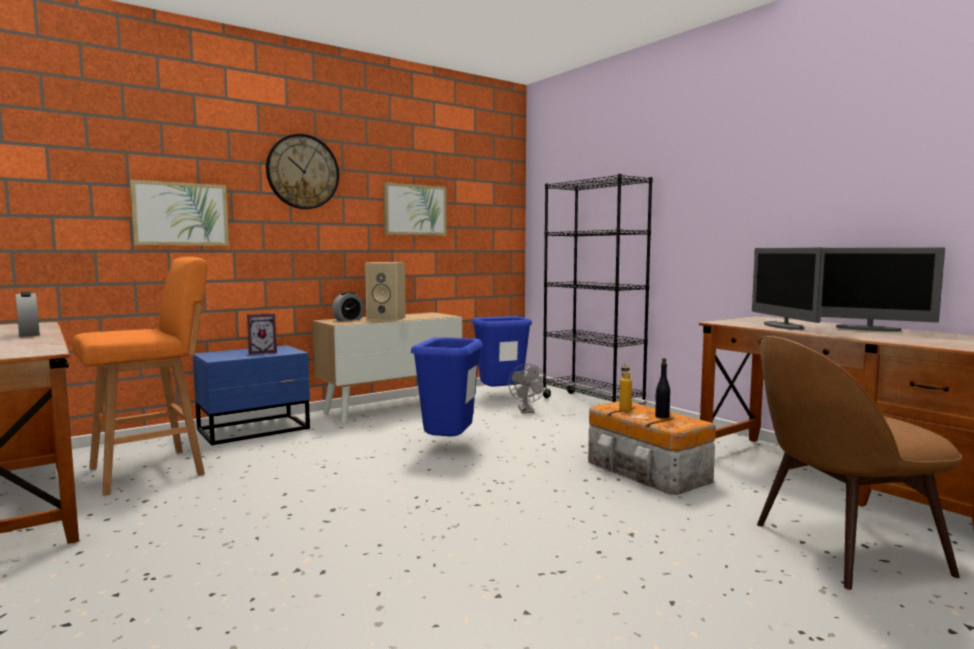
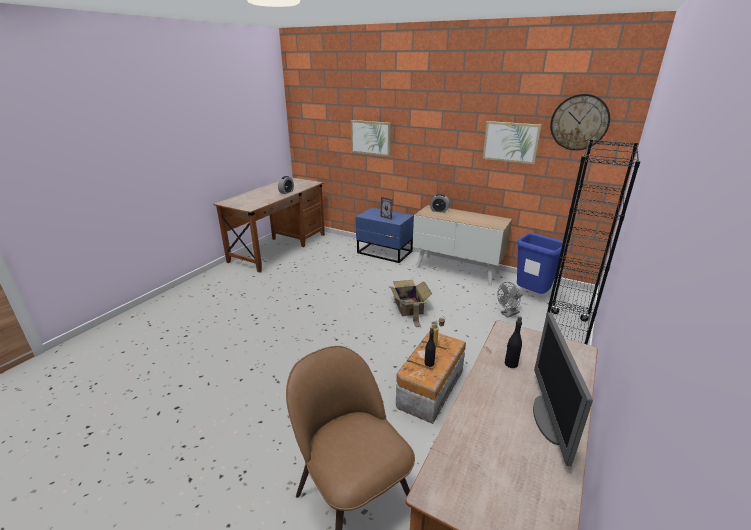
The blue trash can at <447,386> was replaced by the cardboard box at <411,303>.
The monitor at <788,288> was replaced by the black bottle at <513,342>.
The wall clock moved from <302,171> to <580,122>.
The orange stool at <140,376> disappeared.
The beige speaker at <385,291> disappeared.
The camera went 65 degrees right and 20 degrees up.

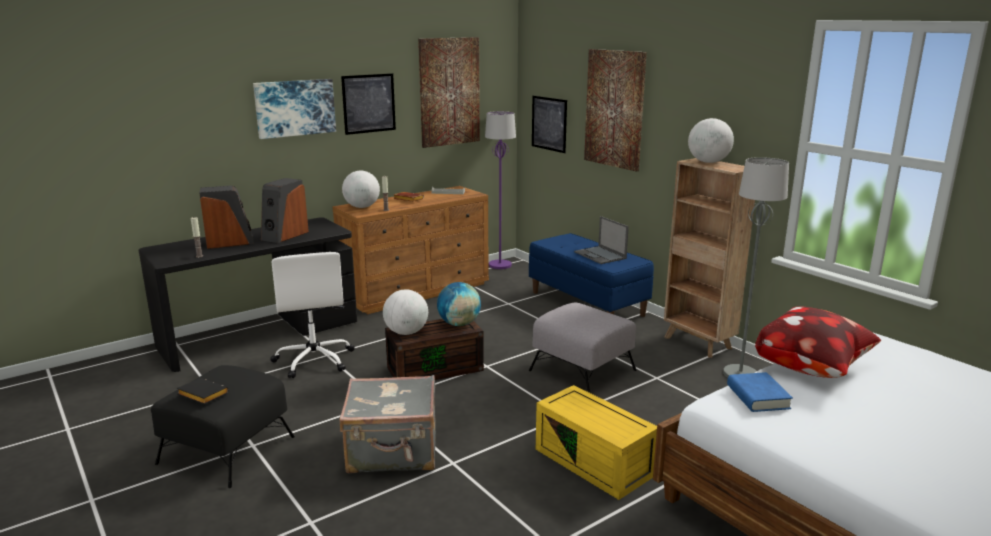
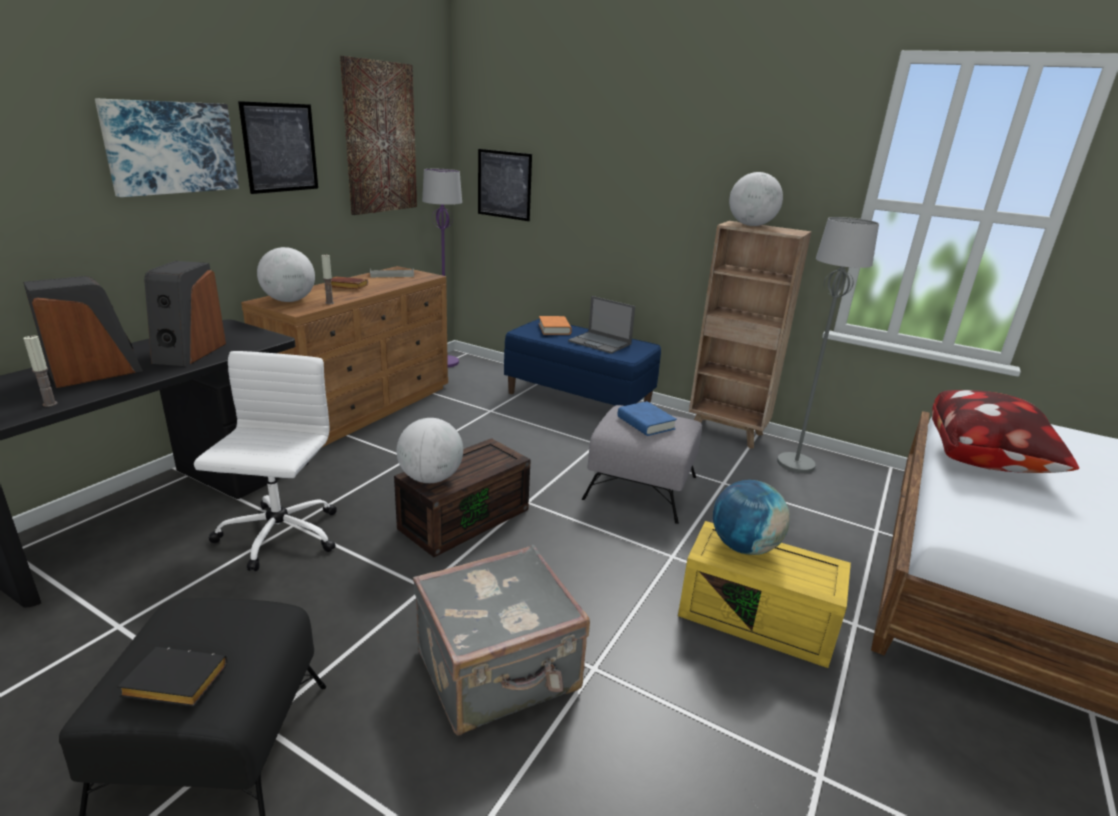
The white office chair at <312,315> turned 135 degrees counterclockwise.
The orange book at <555,325> appeared.
The blue book moved from <760,392> to <647,418>.
The globe moved from <459,304> to <751,517>.
The picture at <615,110> disappeared.
The camera went 25 degrees left and 5 degrees up.

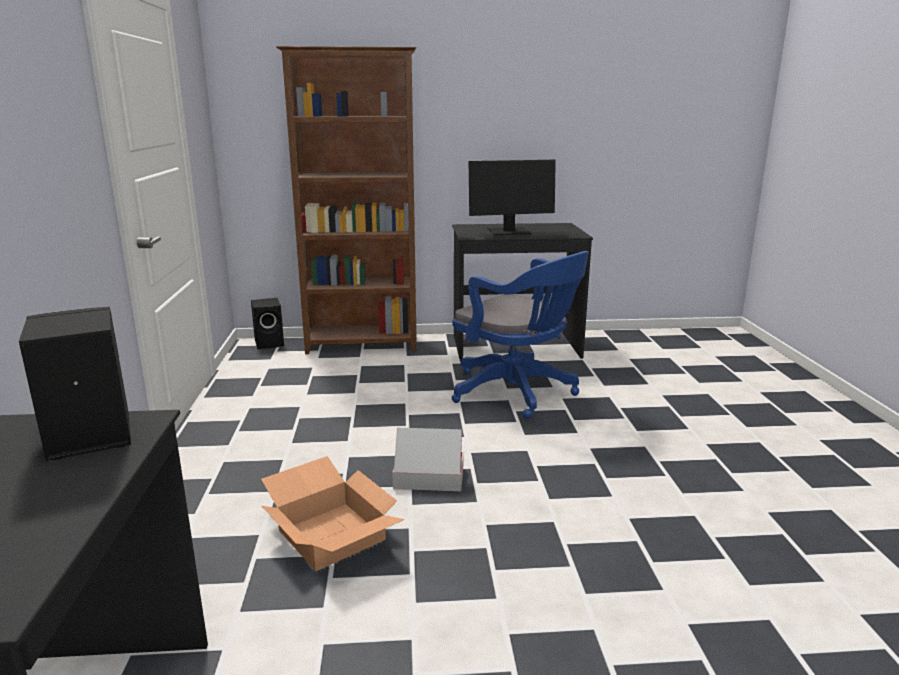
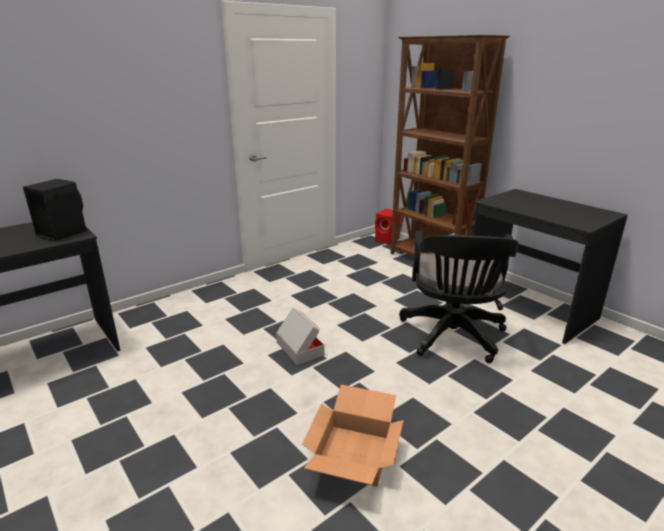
The cardboard box moved from <333,513> to <353,436>.
The black speaker at <267,323> became the red speaker at <388,226>.
The blue office chair at <520,335> became the black office chair at <459,297>.
The monitor at <512,197> disappeared.
The camera went 55 degrees right and 5 degrees up.

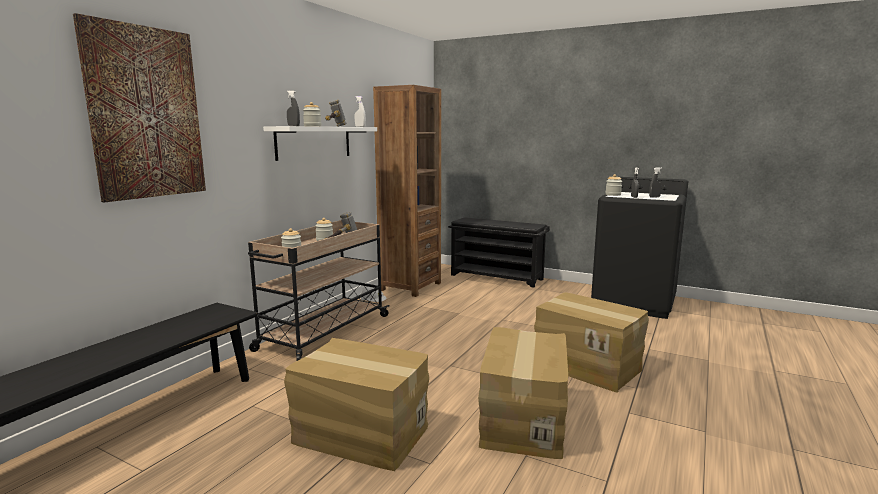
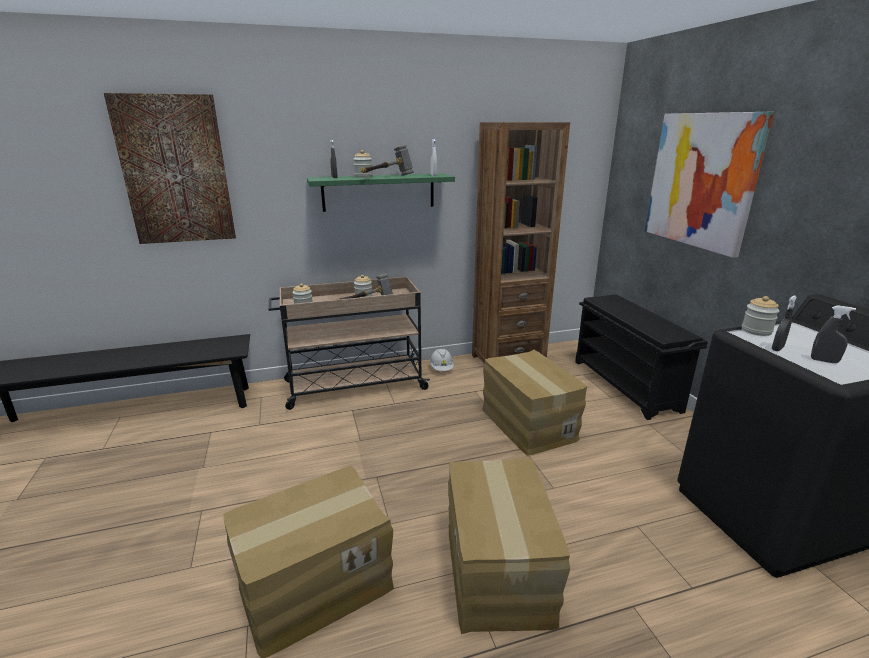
The white shelf at <320,143> became the green shelf at <381,192>.
The cardboard box moved from <356,404> to <534,403>.
The picture at <709,185> appeared.
The camera went 45 degrees right and 10 degrees up.

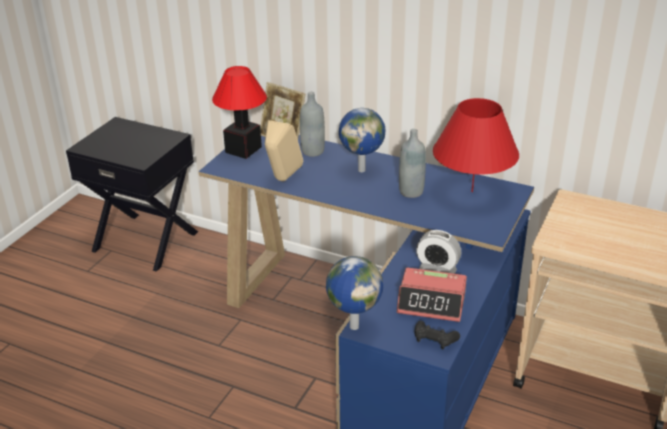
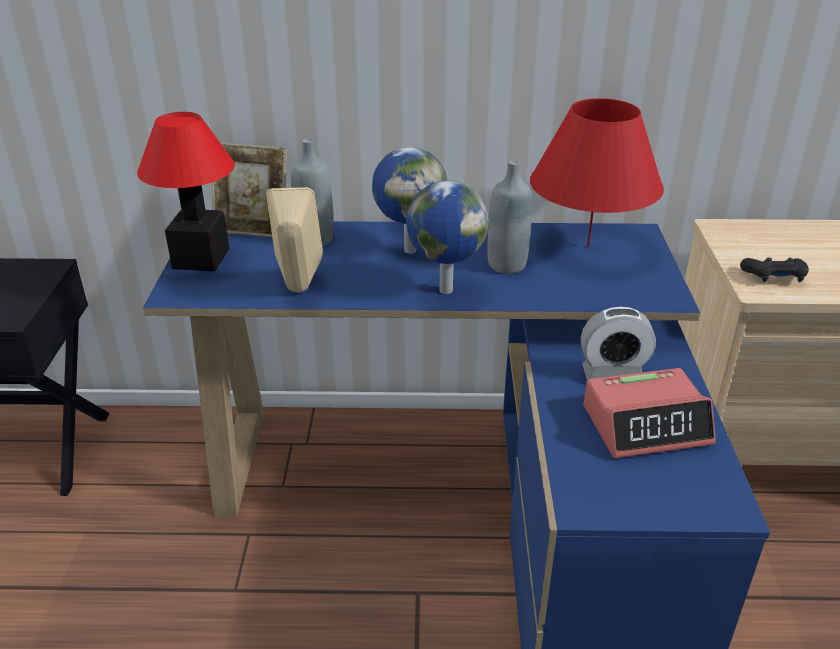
The globe moved from <354,293> to <447,237>.
The black game controller moved from <437,335> to <774,270>.
The camera went 25 degrees left and 0 degrees up.

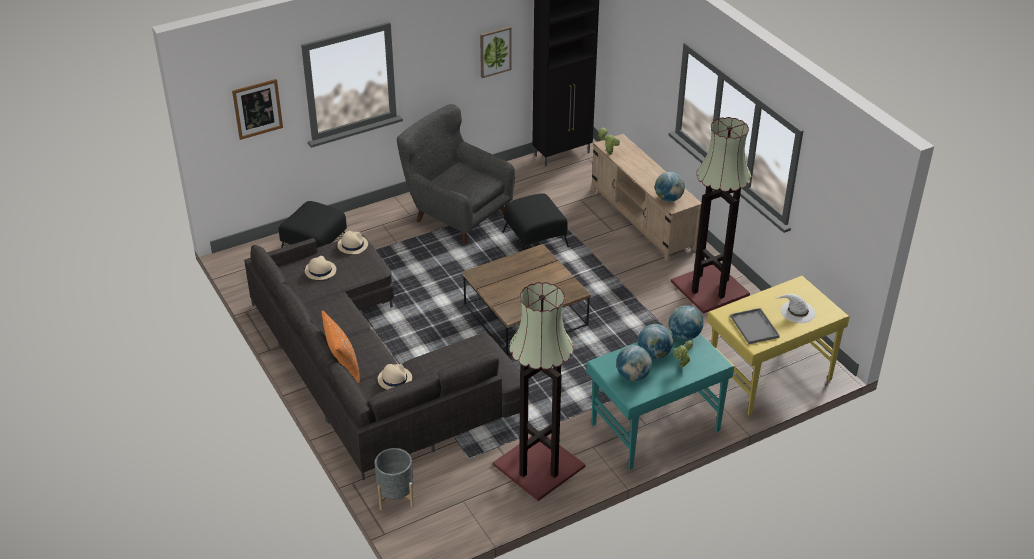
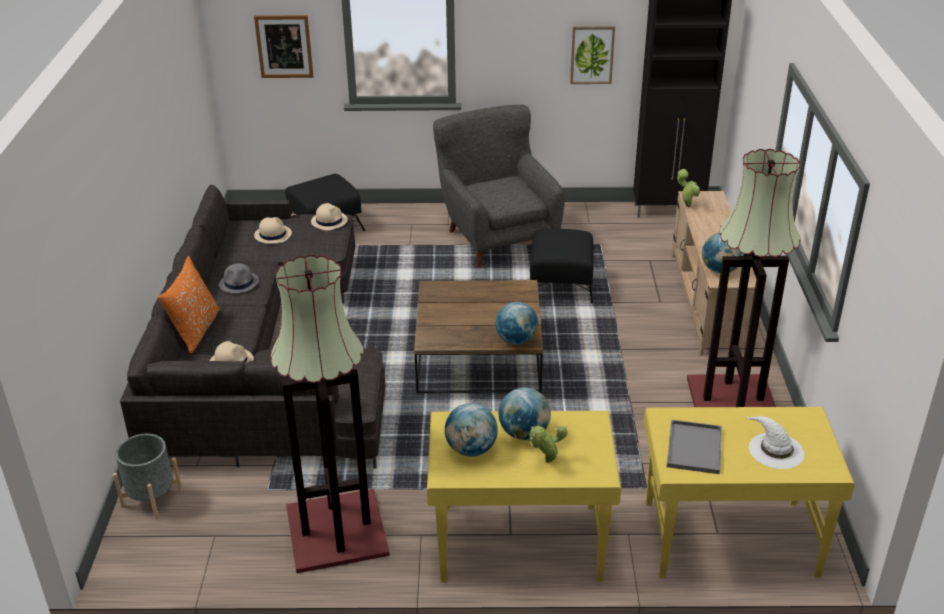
The grey hat at <239,278> appeared.
The turquoise desk at <660,399> became the yellow desk at <524,497>.
The globe moved from <686,322> to <516,323>.
The camera went 30 degrees right and 5 degrees down.

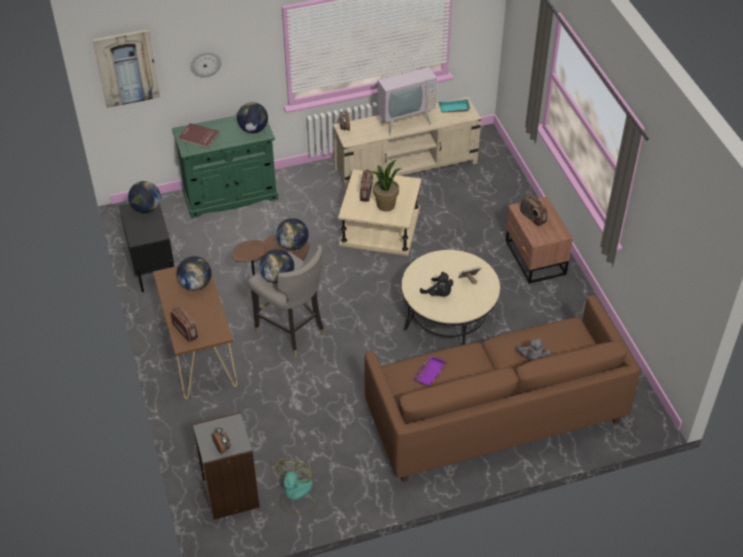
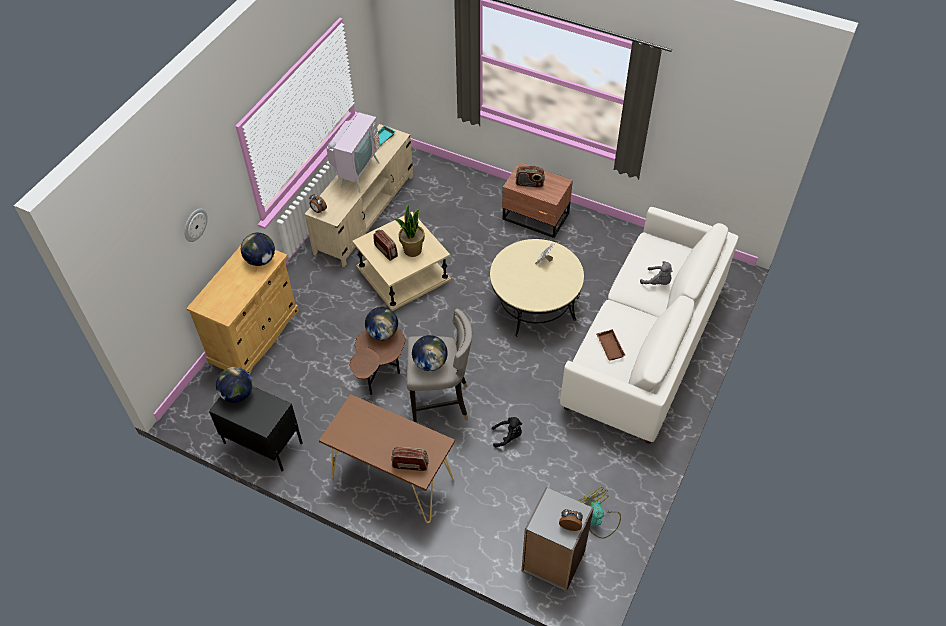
The green cabinet at <225,166> became the beige cabinet at <242,310>.
The black plush toy moved from <436,284> to <507,432>.
The brown sofa at <502,388> became the white sofa at <649,325>.
The purple tray at <430,371> became the brown tray at <610,345>.
The picture at <126,68> disappeared.
The globe at <194,273> disappeared.
The red book at <198,136> disappeared.
The camera went 45 degrees left and 5 degrees up.

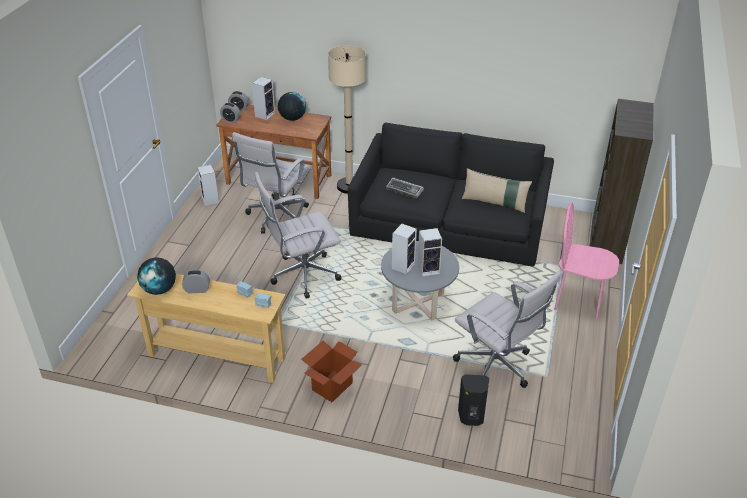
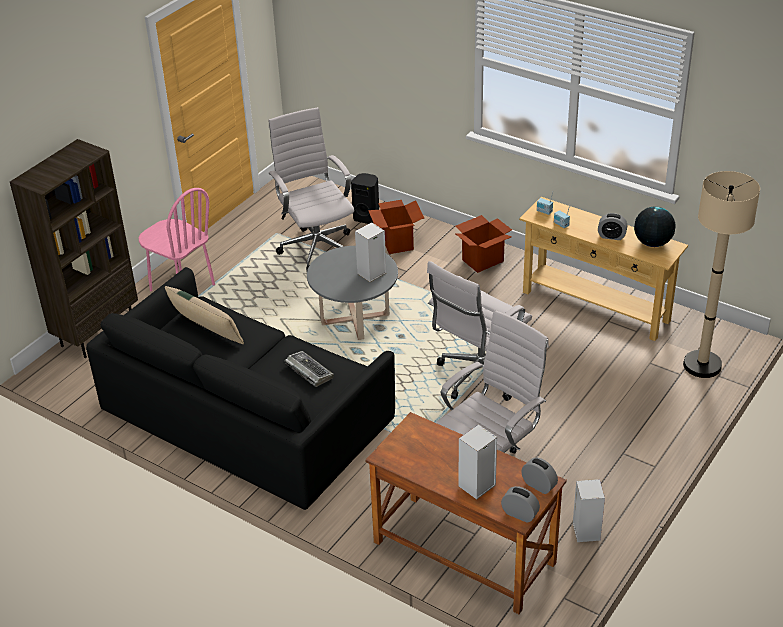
The cardboard box at <396,227> appeared.
The white office chair at <298,235> turned 135 degrees clockwise.
The beige floor lamp moved from <347,120> to <721,274>.
The globe at <292,106> disappeared.
The speaker at <429,252> disappeared.
The camera went 160 degrees left and 0 degrees up.

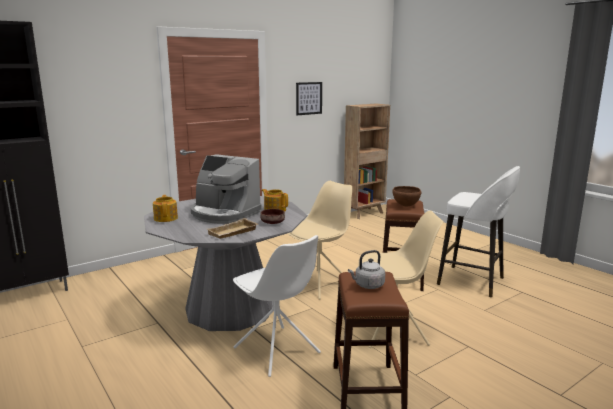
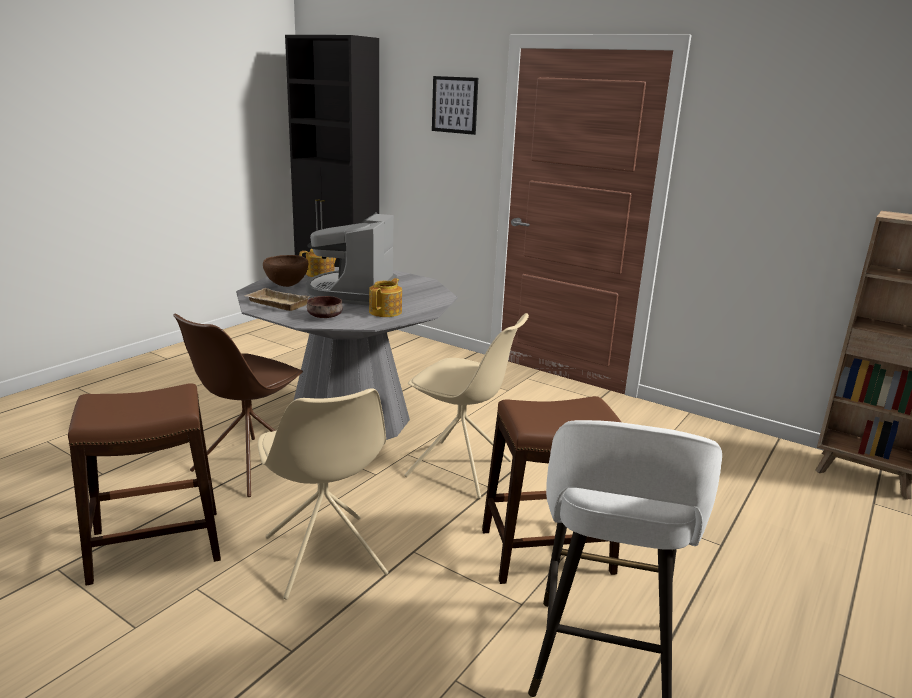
The white chair at <277,306> became the brown chair at <238,405>.
The brown bowl moved from <407,196> to <285,271>.
The picture moved from <309,98> to <455,105>.
The grey kettle at <366,269> disappeared.
The camera went 70 degrees right and 5 degrees up.

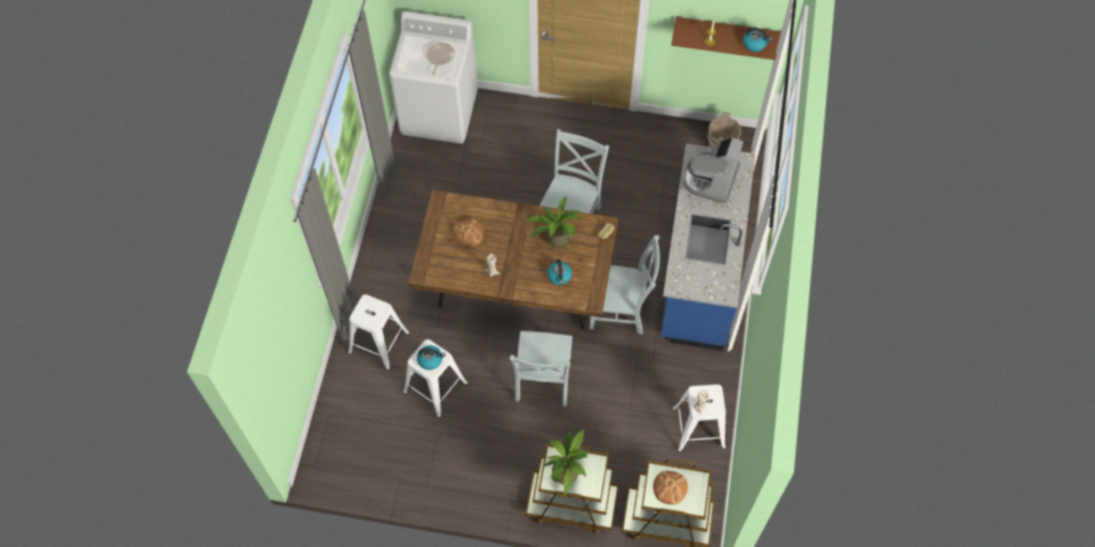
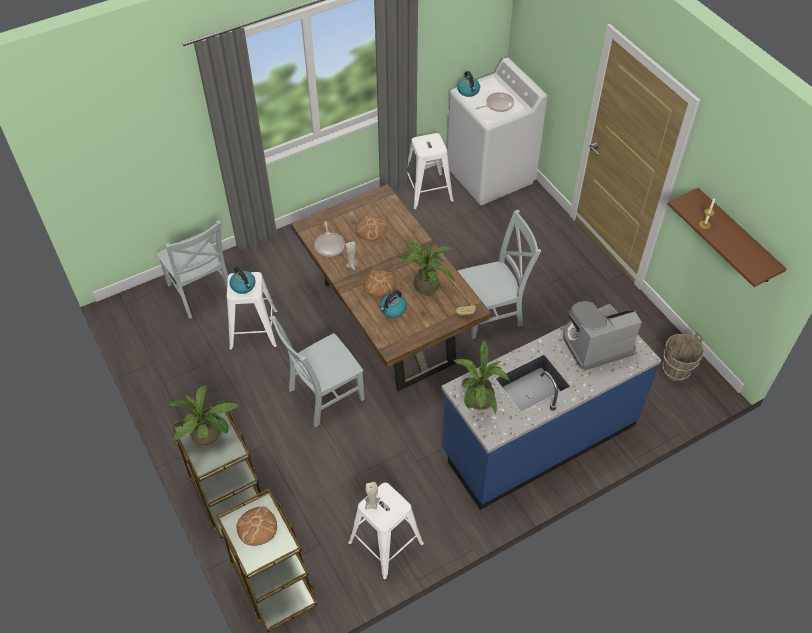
The grey chair moved from <625,285> to <192,269>.
The frying pan at <330,239> appeared.
The bread at <380,283> appeared.
The white stool moved from <378,332> to <430,171>.
The potted plant at <481,376> appeared.
The kettle moved from <757,39> to <468,84>.
The camera went 50 degrees right and 10 degrees down.

